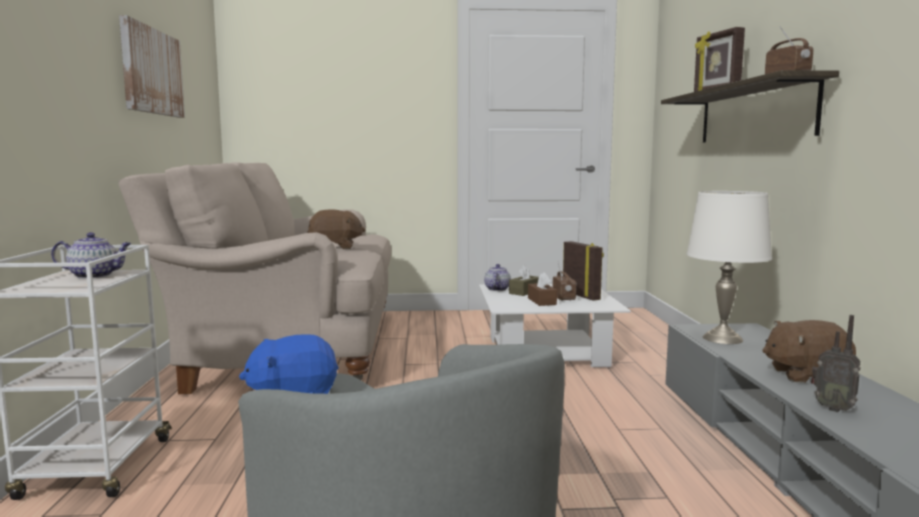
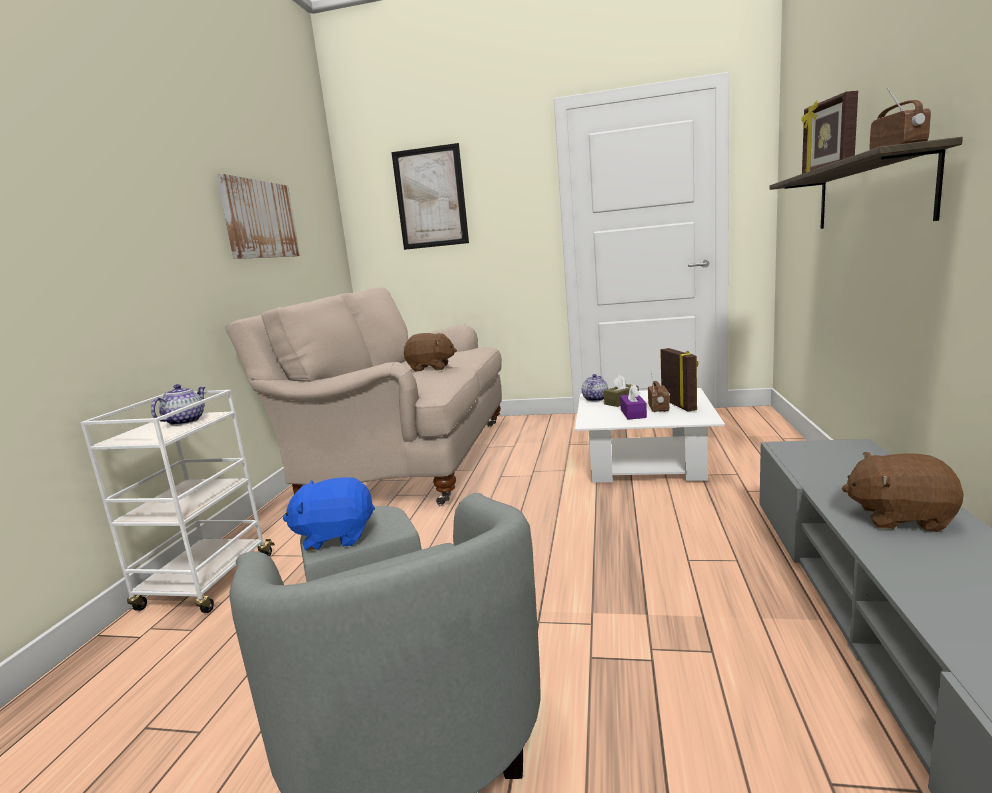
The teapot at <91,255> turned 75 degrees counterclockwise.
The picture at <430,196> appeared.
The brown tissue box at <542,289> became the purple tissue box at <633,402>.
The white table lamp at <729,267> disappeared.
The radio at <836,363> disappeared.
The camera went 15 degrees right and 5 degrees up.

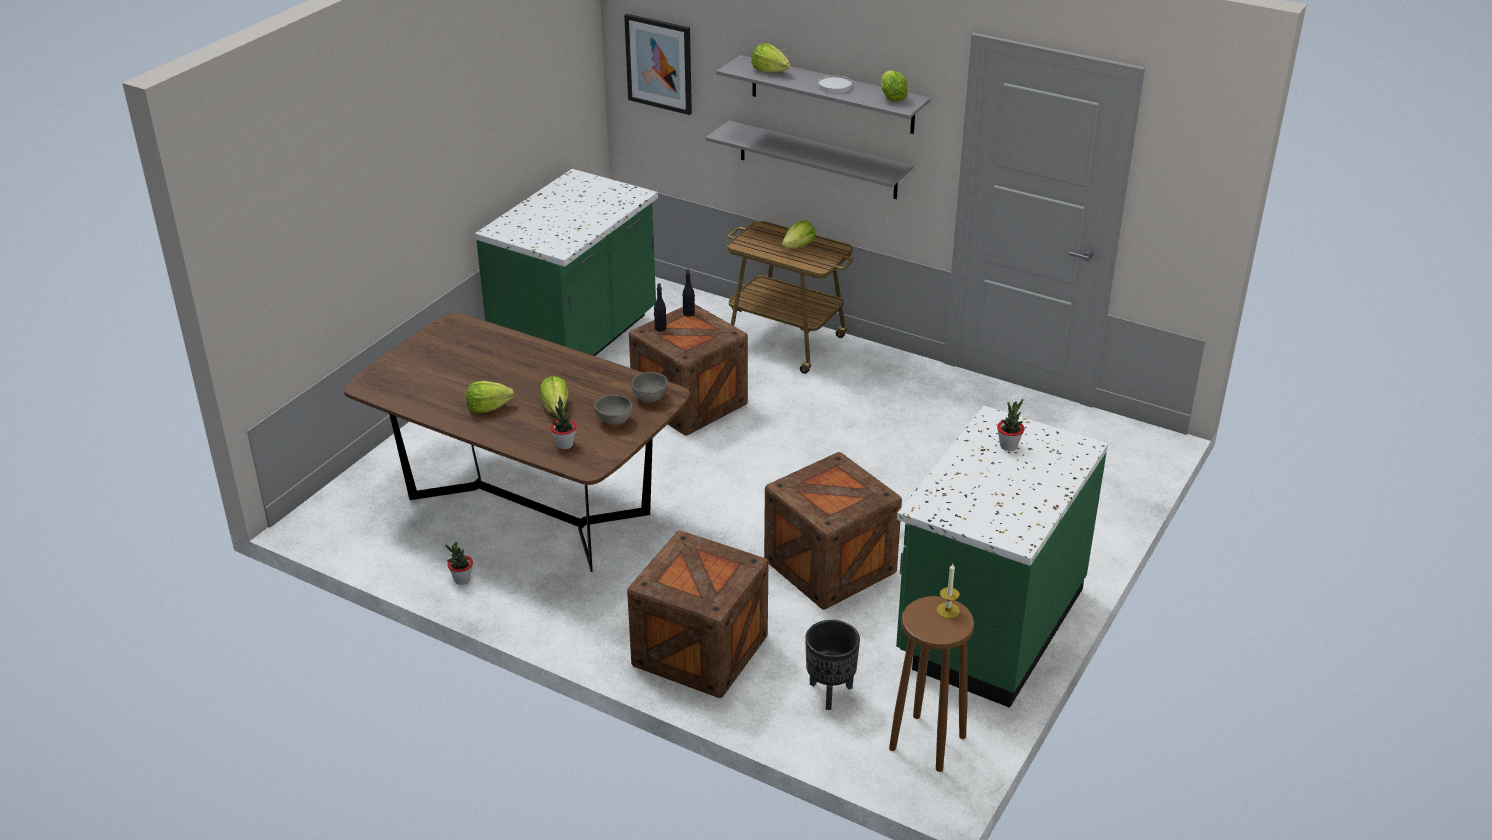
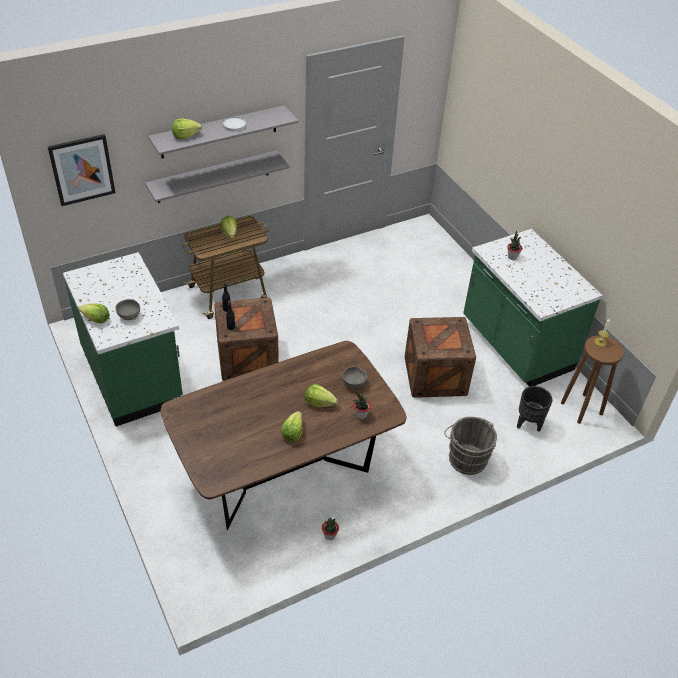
The lettuce moved from <894,86> to <94,313>.
The grey bowl moved from <649,387> to <127,309>.
The crate at <697,614> was replaced by the grey bucket at <470,446>.
The camera went 60 degrees left and 10 degrees up.

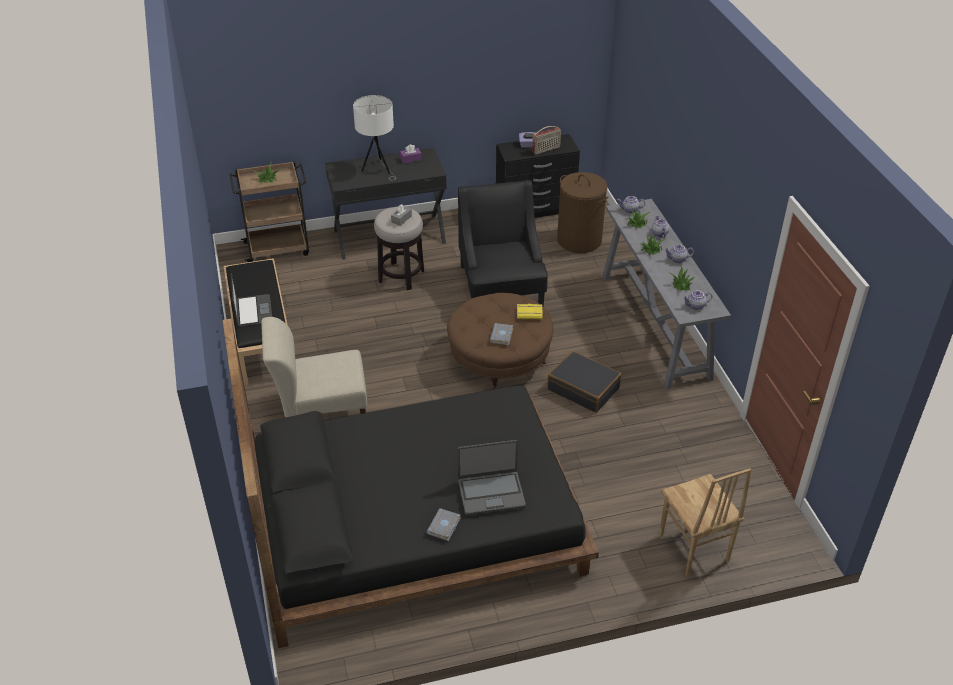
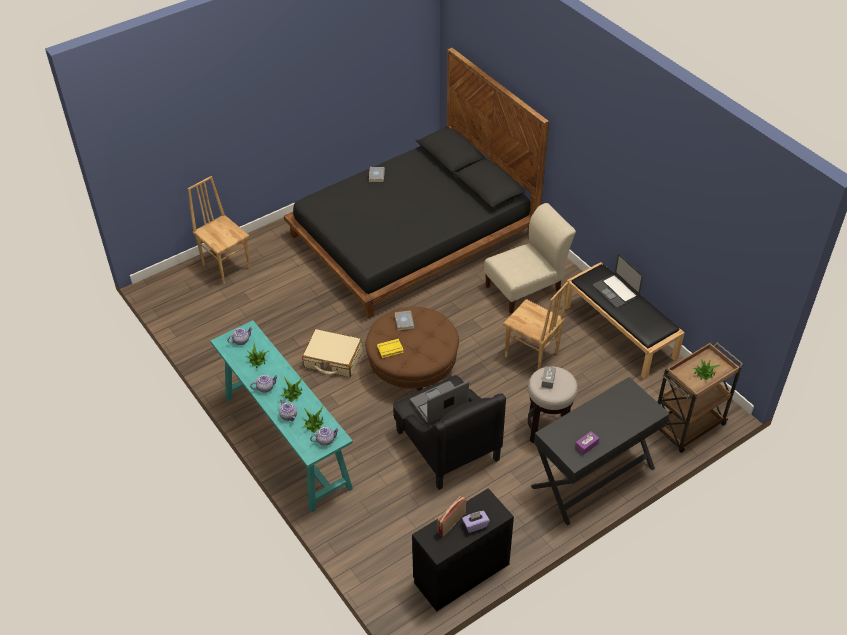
The grey console table at <667,294> became the turquoise console table at <281,416>.
The black suitcase at <584,382> became the beige suitcase at <332,353>.
The laptop moved from <492,477> to <439,402>.
The brown chair at <535,325> appeared.
The white table lamp at <374,138> disappeared.
The brown laundry basket at <583,212> disappeared.
The camera went 160 degrees right and 5 degrees up.

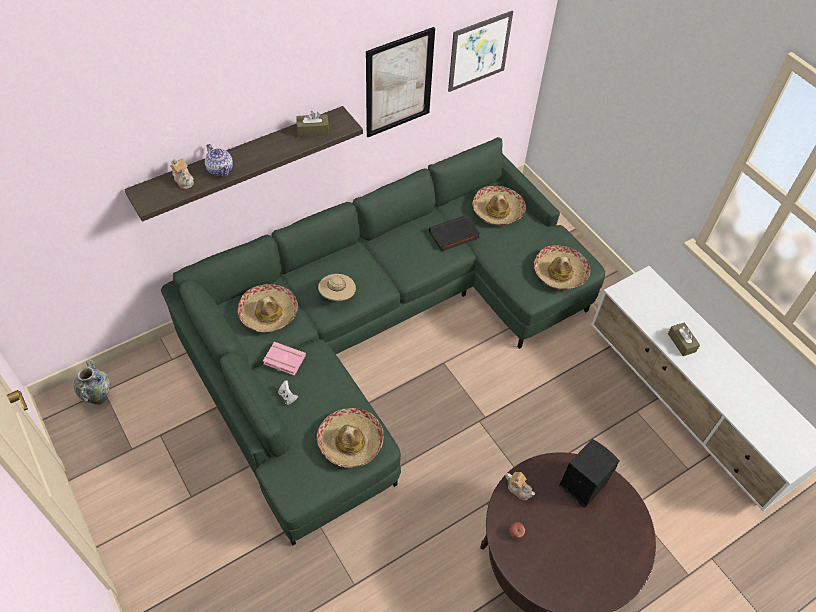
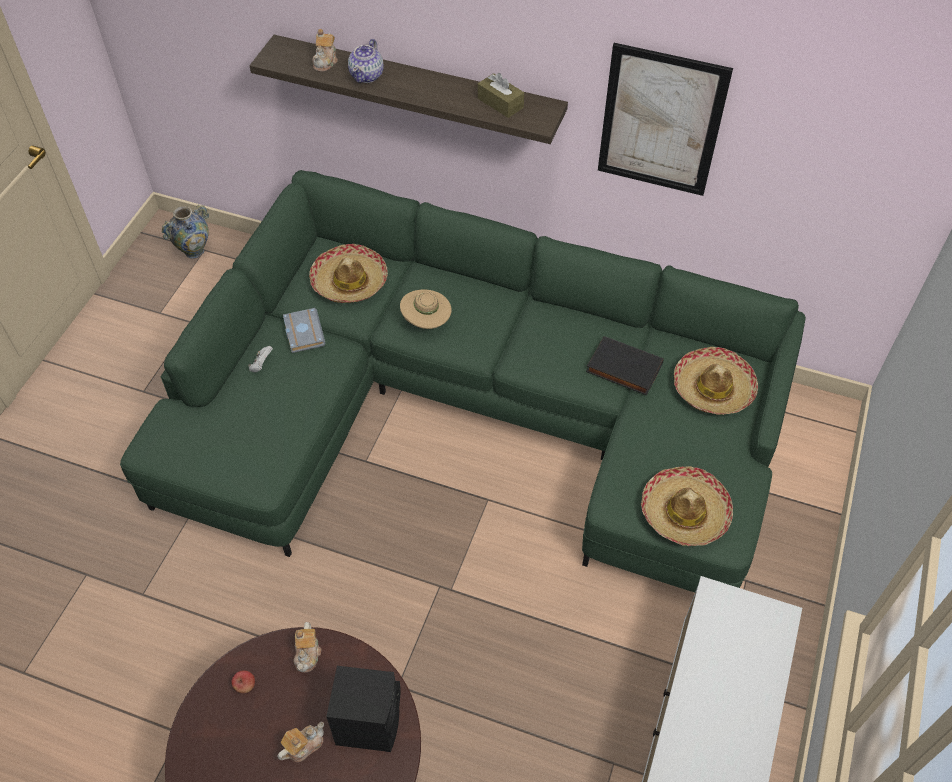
The teapot at <300,742> appeared.
The pink book at <284,359> became the grey book at <304,330>.
The hat at <350,438> disappeared.
The picture at <480,51> disappeared.
The brown tissue box at <684,339> disappeared.
The camera went 55 degrees right and 0 degrees up.

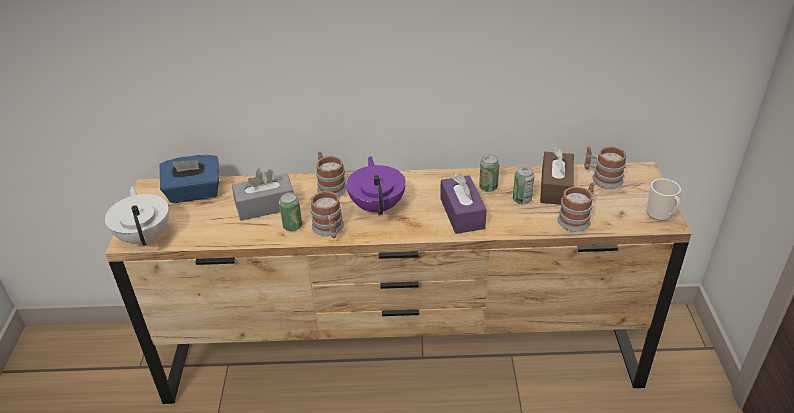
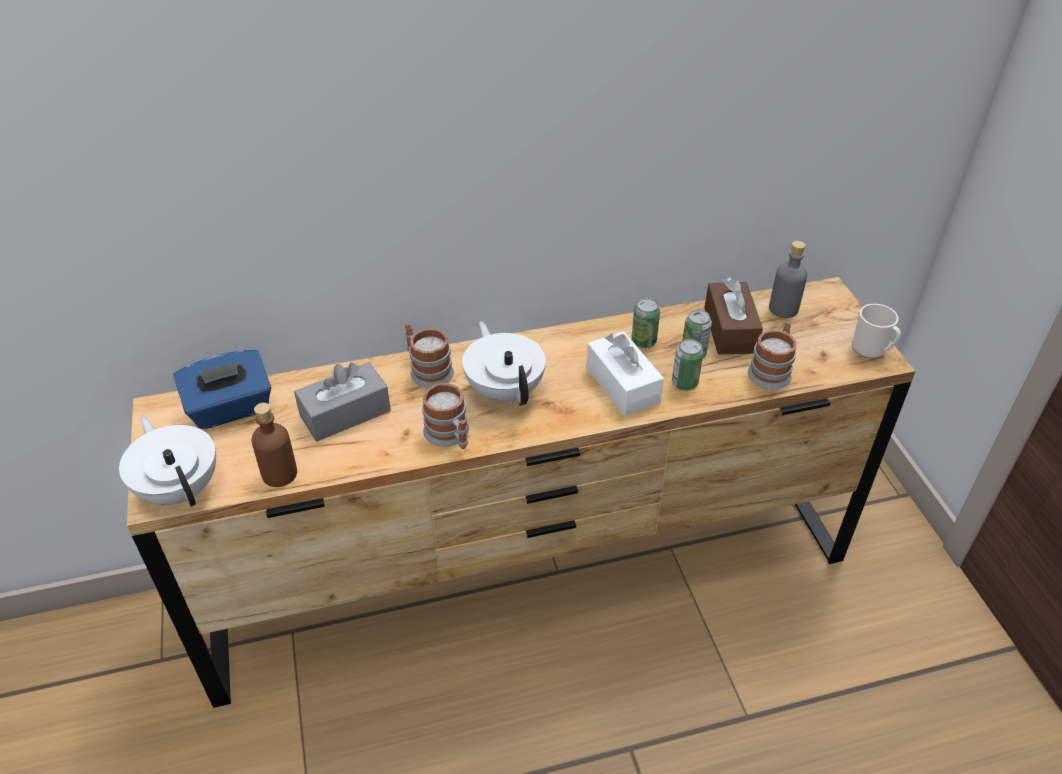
The brown bottle at <274,445> appeared.
The purple teapot at <376,185> became the white teapot at <504,363>.
The purple tissue box at <463,204> became the white tissue box at <625,373>.
The can moved from <290,211> to <687,365>.
The mug at <605,167> was replaced by the grey bottle at <788,279>.
The camera went 15 degrees left and 5 degrees up.

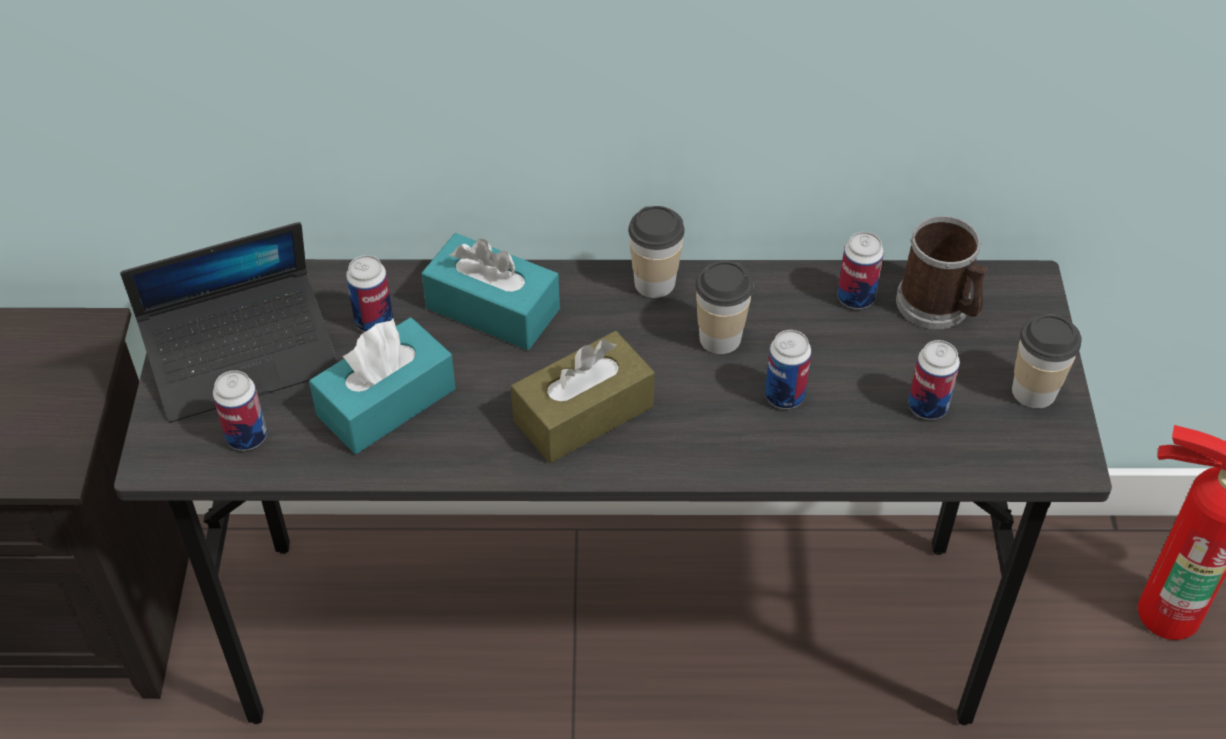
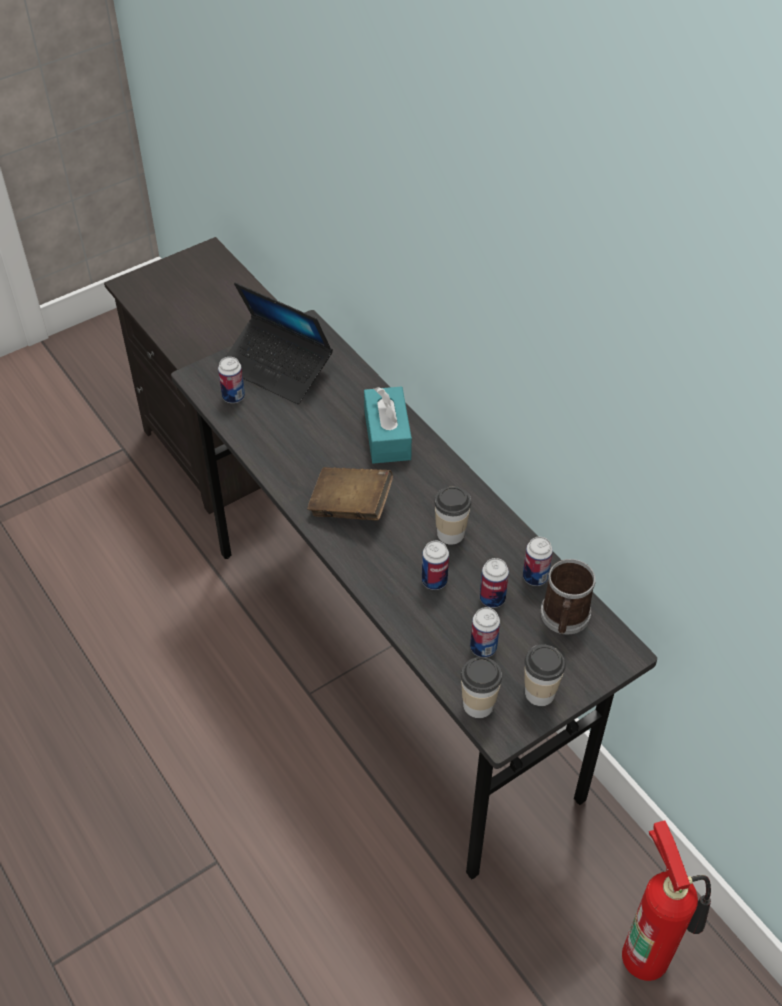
The brown tissue box at <583,397> was replaced by the brown book at <350,493>.
The cup moved from <656,252> to <481,687>.
The can moved from <369,293> to <494,583>.
The turquoise tissue box at <382,385> disappeared.
The camera went 55 degrees right and 0 degrees up.

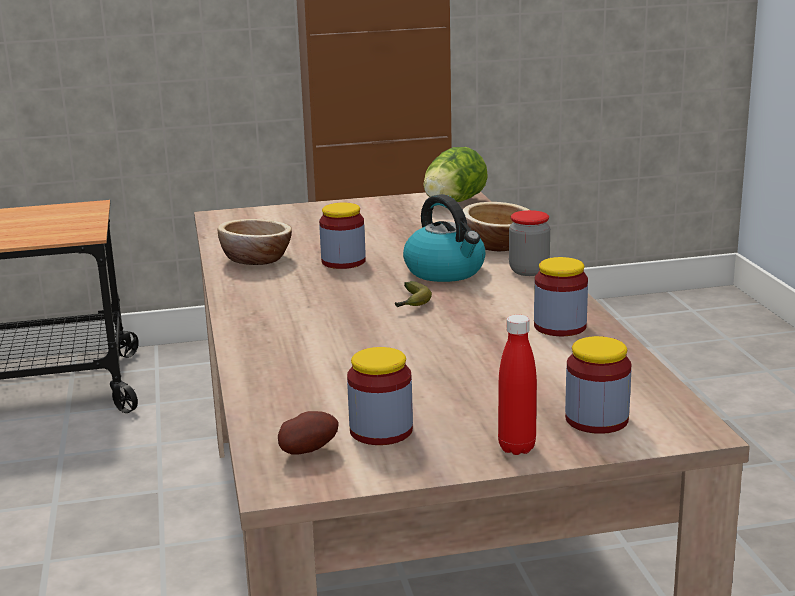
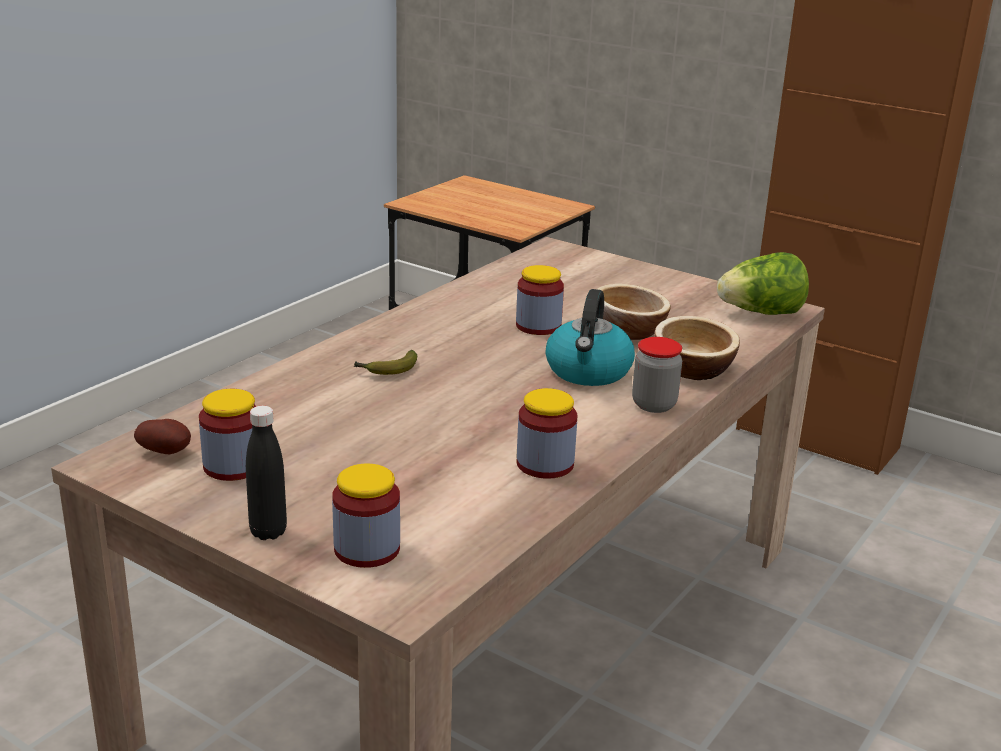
The red bottle at <517,385> became the black bottle at <266,473>.
The banana moved from <413,294> to <385,362>.
The bowl moved from <255,242> to <634,312>.
The camera went 45 degrees right and 5 degrees up.

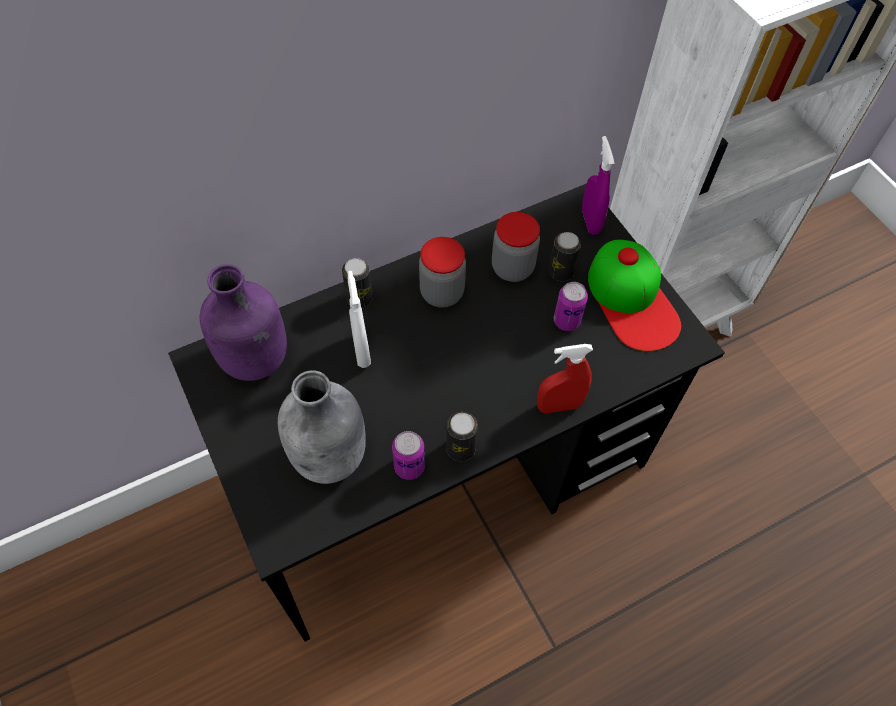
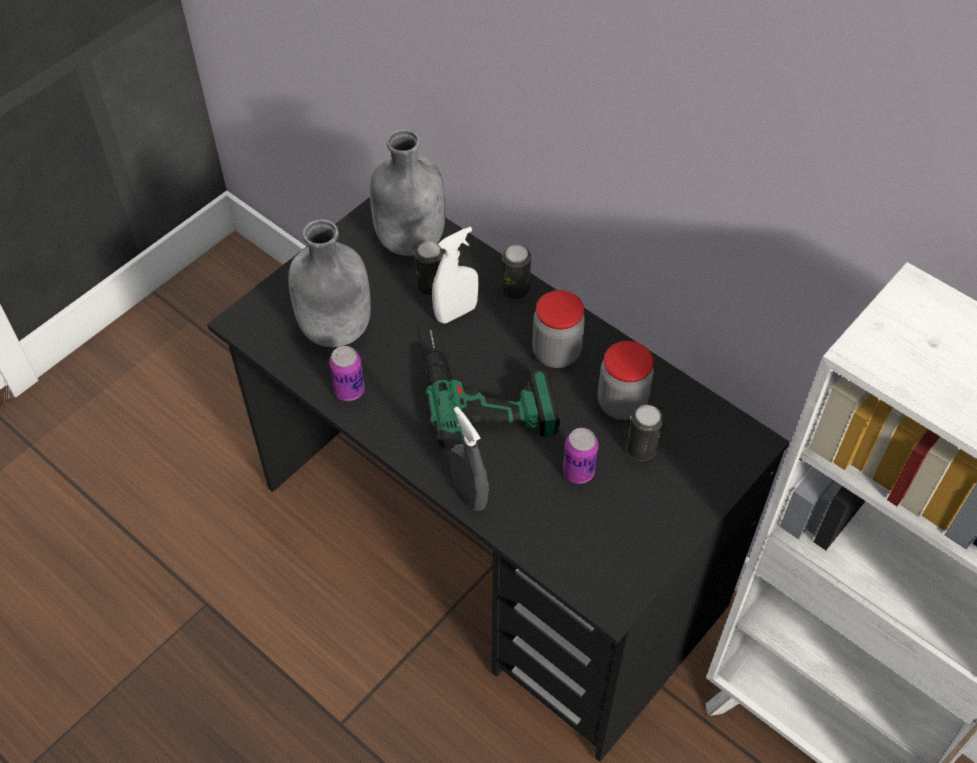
The purple bottle at <243,322> became the grey bottle at <407,192>.
The can moved from <462,436> to <429,268>.
The power drill at <493,390> appeared.
The red spray bottle at <565,379> became the grey spray bottle at <469,459>.
The purple spray bottle at <598,185> disappeared.
The cap at <634,295> disappeared.
The camera went 70 degrees right and 5 degrees down.

